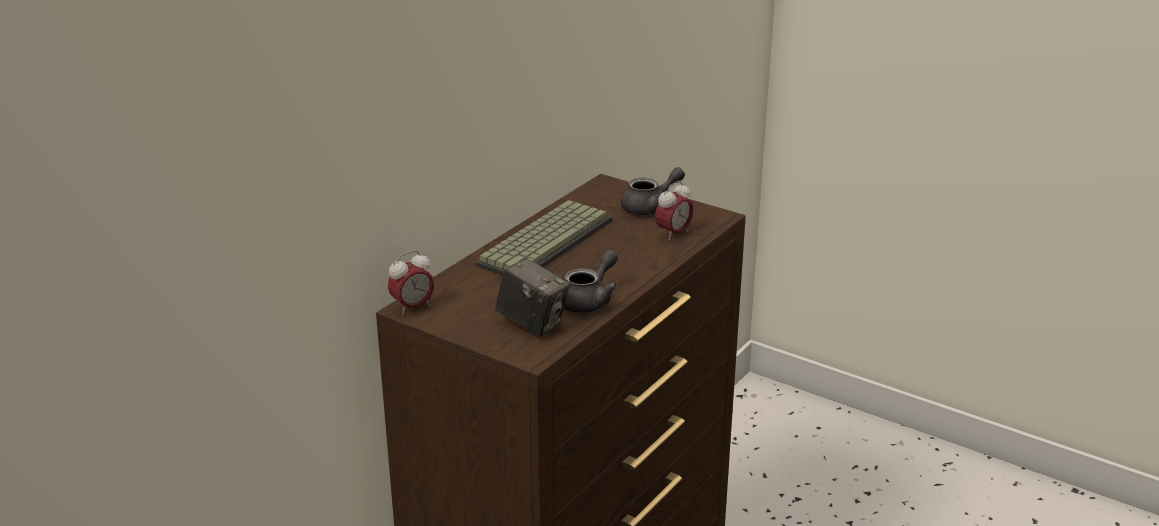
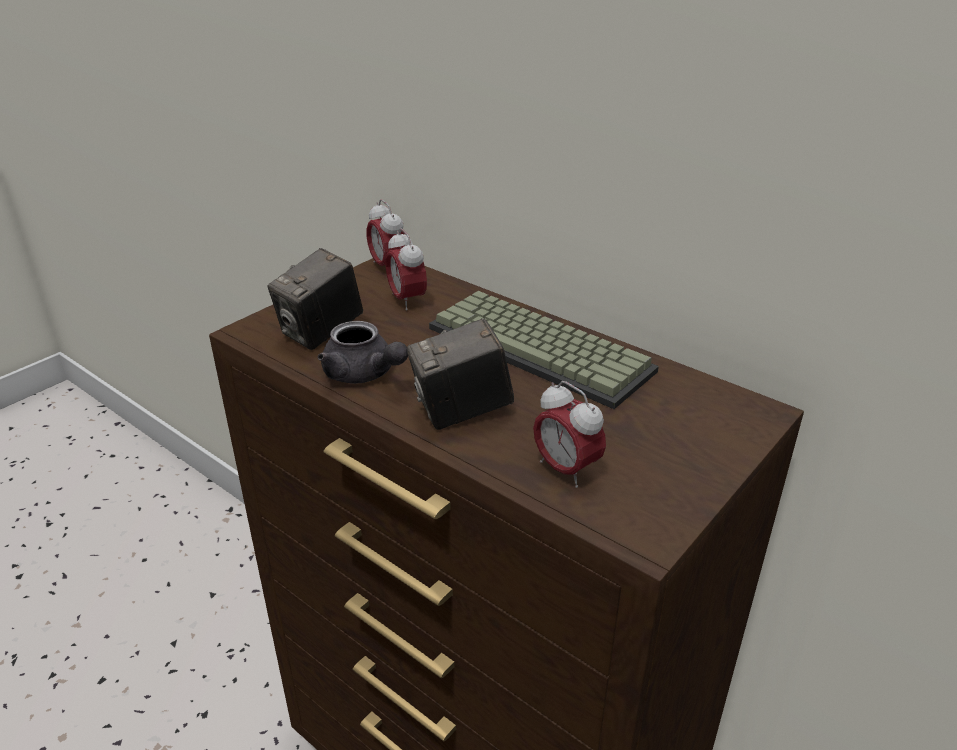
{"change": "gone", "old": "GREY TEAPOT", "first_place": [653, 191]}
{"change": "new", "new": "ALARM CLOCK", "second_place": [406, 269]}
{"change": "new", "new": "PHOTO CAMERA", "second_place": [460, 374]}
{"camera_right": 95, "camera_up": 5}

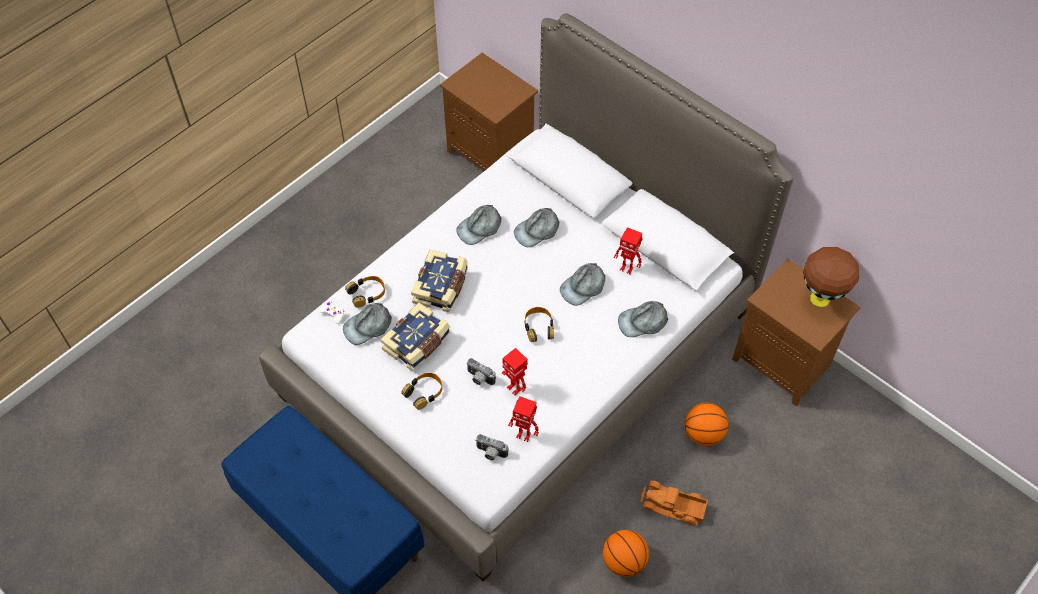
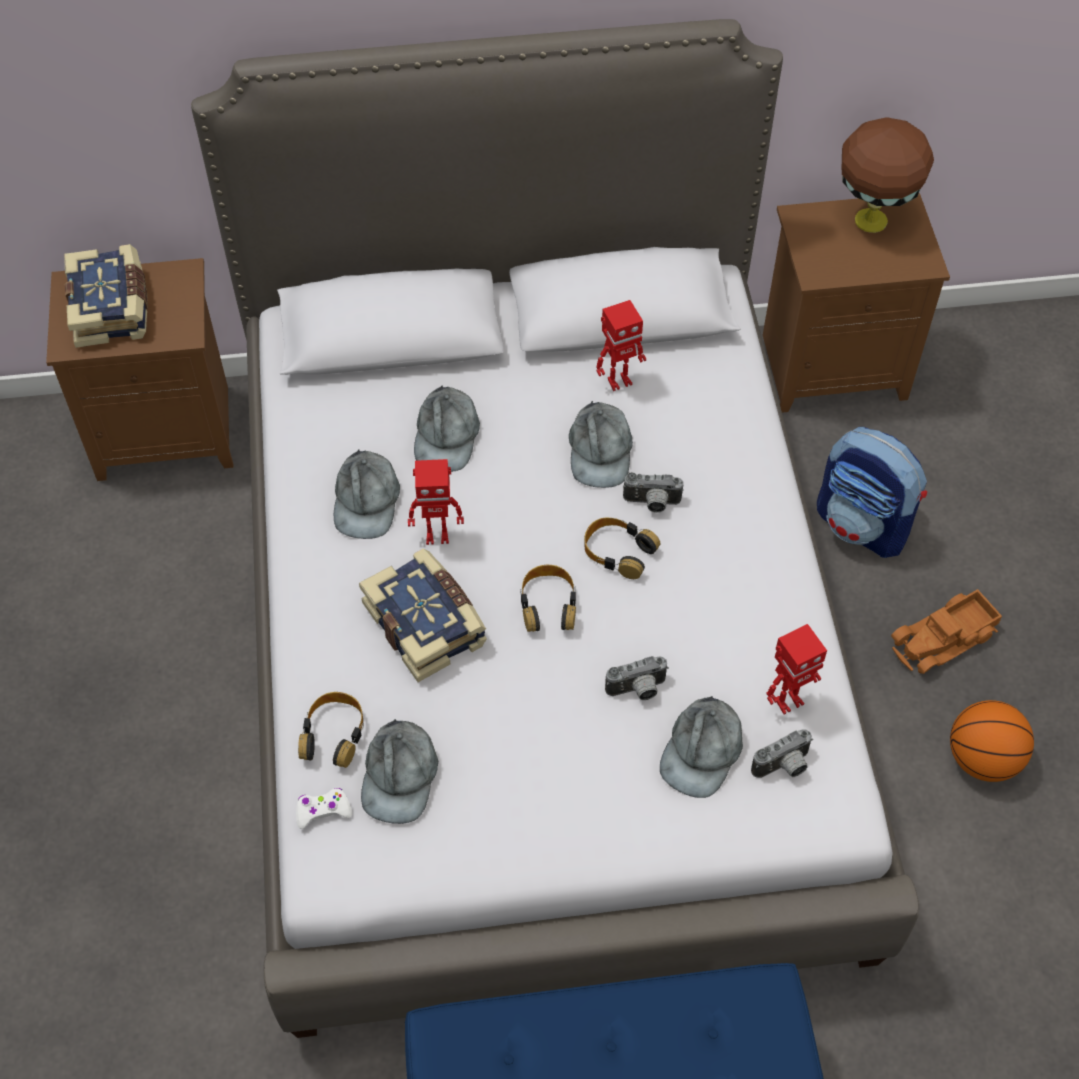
{"change": "shifted", "old": "BOOK", "first_place": [415, 336], "second_place": [106, 296]}
{"change": "shifted", "old": "HEADPHONES", "first_place": [421, 391], "second_place": [548, 598]}
{"change": "shifted", "old": "TOY ROBOT", "first_place": [515, 371], "second_place": [436, 502]}
{"change": "shifted", "old": "GREY CAP", "first_place": [643, 319], "second_place": [701, 747]}
{"change": "swapped", "old": "BASKETBALL", "new": "BACKPACK", "first_place": [706, 424], "second_place": [872, 492]}
{"change": "new", "new": "PHOTO CAMERA", "second_place": [653, 492]}
{"camera_right": -50, "camera_up": 0}

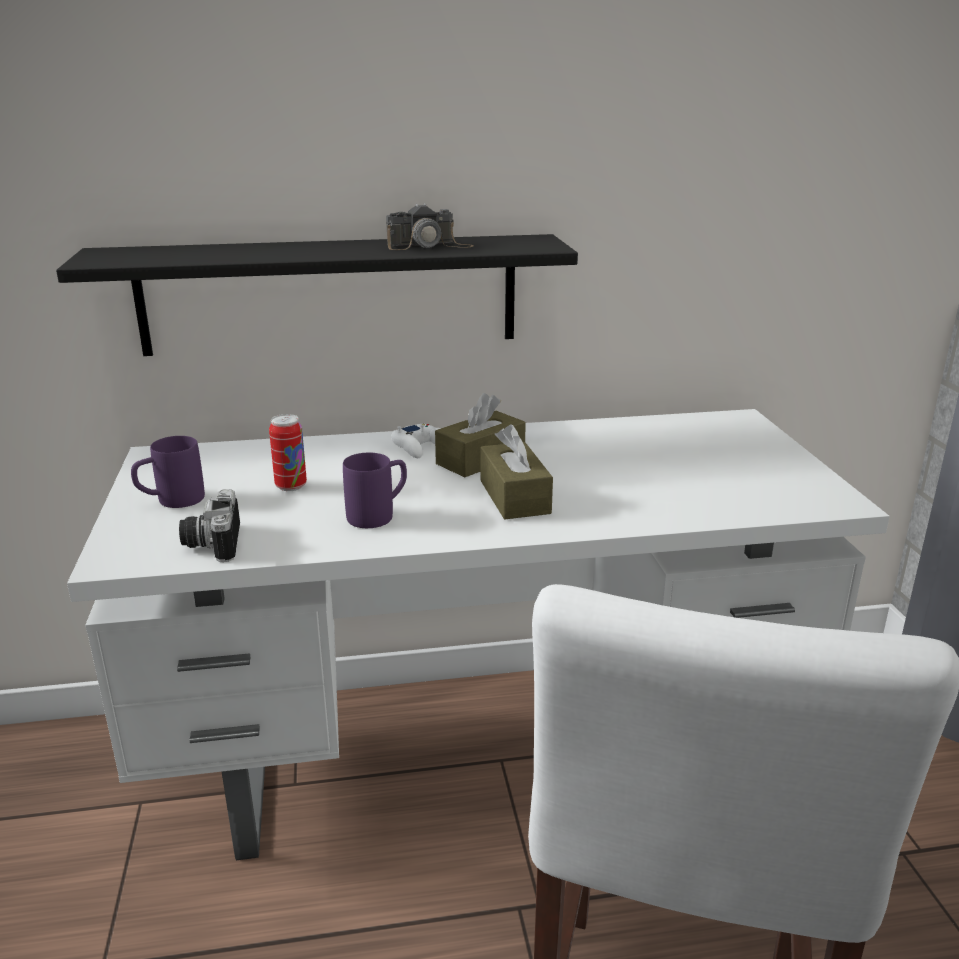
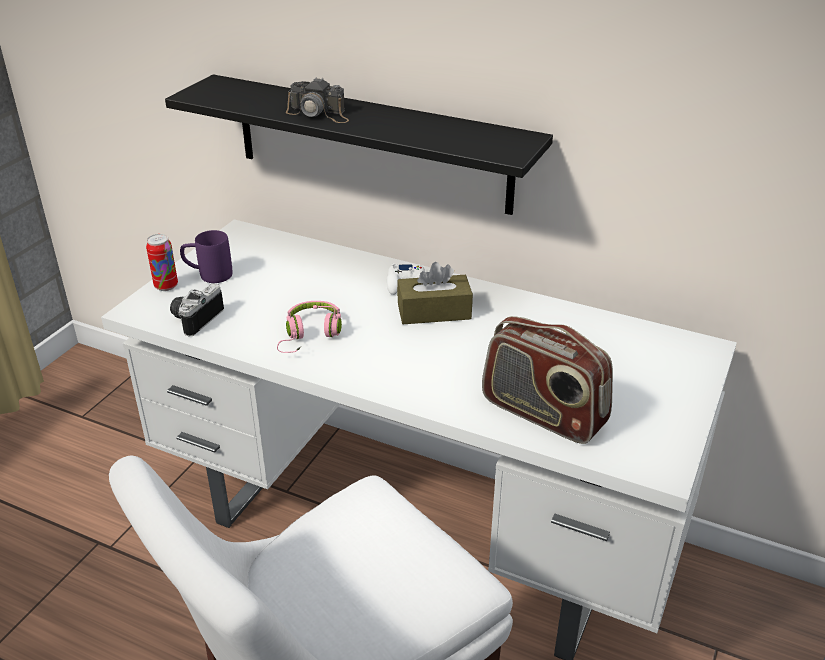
{"change": "shifted", "old": "CAN", "first_place": [288, 452], "second_place": [162, 262]}
{"change": "swapped", "old": "PURPLE MUG", "new": "PINK HEADPHONES", "first_place": [375, 490], "second_place": [309, 327]}
{"change": "shifted", "old": "PHOTO CAMERA", "first_place": [429, 226], "second_place": [317, 100]}
{"change": "gone", "old": "BROWN TISSUE BOX", "first_place": [517, 471]}
{"change": "new", "new": "RADIO", "second_place": [547, 380]}
{"camera_right": 35, "camera_up": 10}

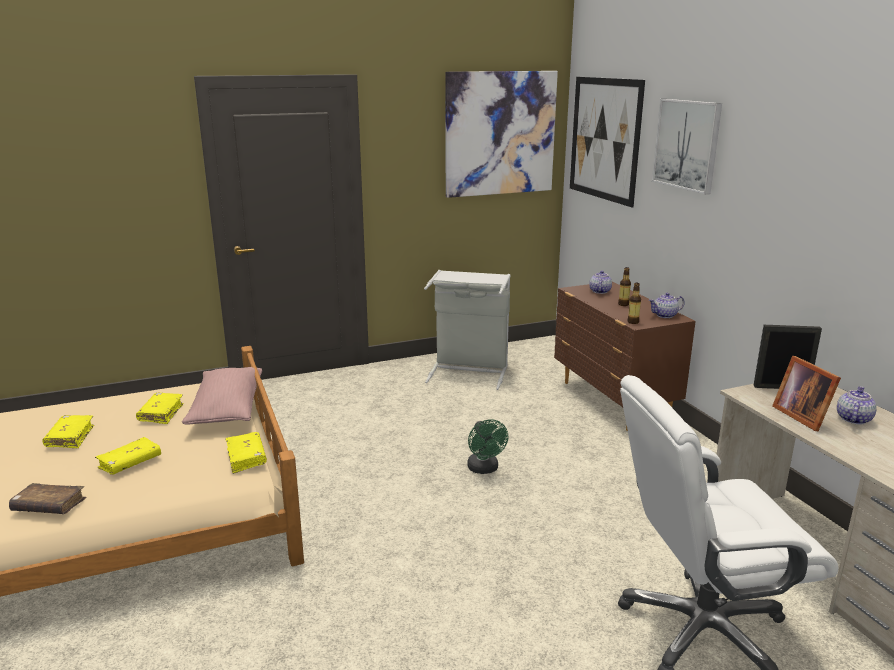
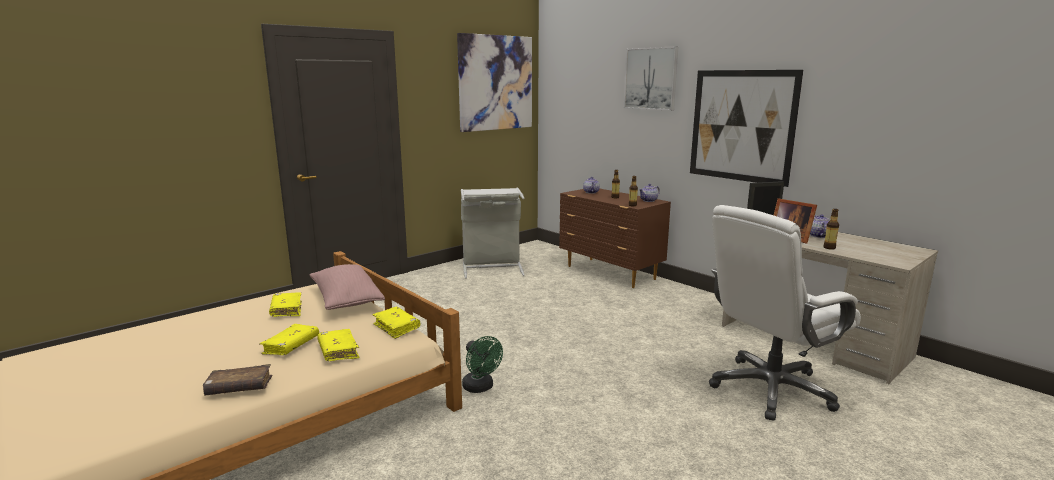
{"change": "shifted", "old": "YELLOW BOOK", "first_place": [68, 431], "second_place": [338, 345]}
{"change": "shifted", "old": "GREEN FAN", "first_place": [487, 446], "second_place": [482, 364]}
{"change": "shifted", "old": "PICTURE", "first_place": [607, 142], "second_place": [746, 128]}
{"change": "new", "new": "BOTTLE", "second_place": [831, 229]}
{"camera_right": -20, "camera_up": -5}

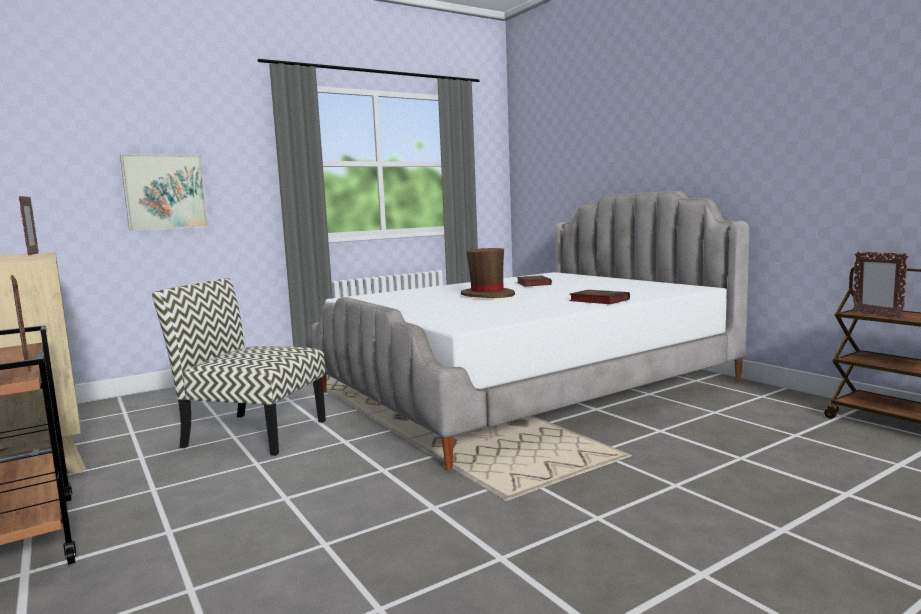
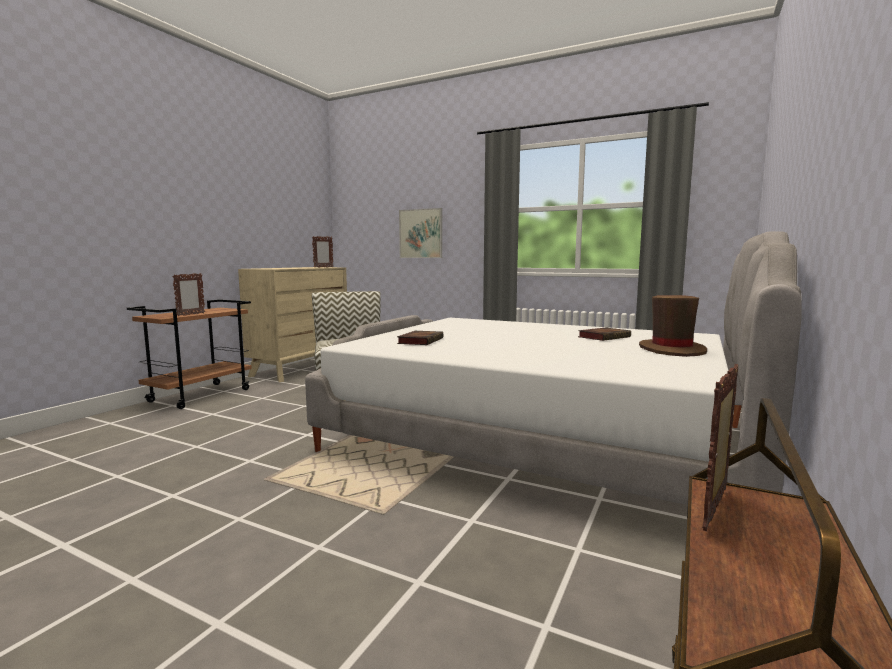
{"change": "shifted", "old": "BROWN HAT", "first_place": [488, 273], "second_place": [673, 326]}
{"change": "shifted", "old": "BOOK", "first_place": [599, 297], "second_place": [420, 338]}
{"camera_right": 60, "camera_up": 0}

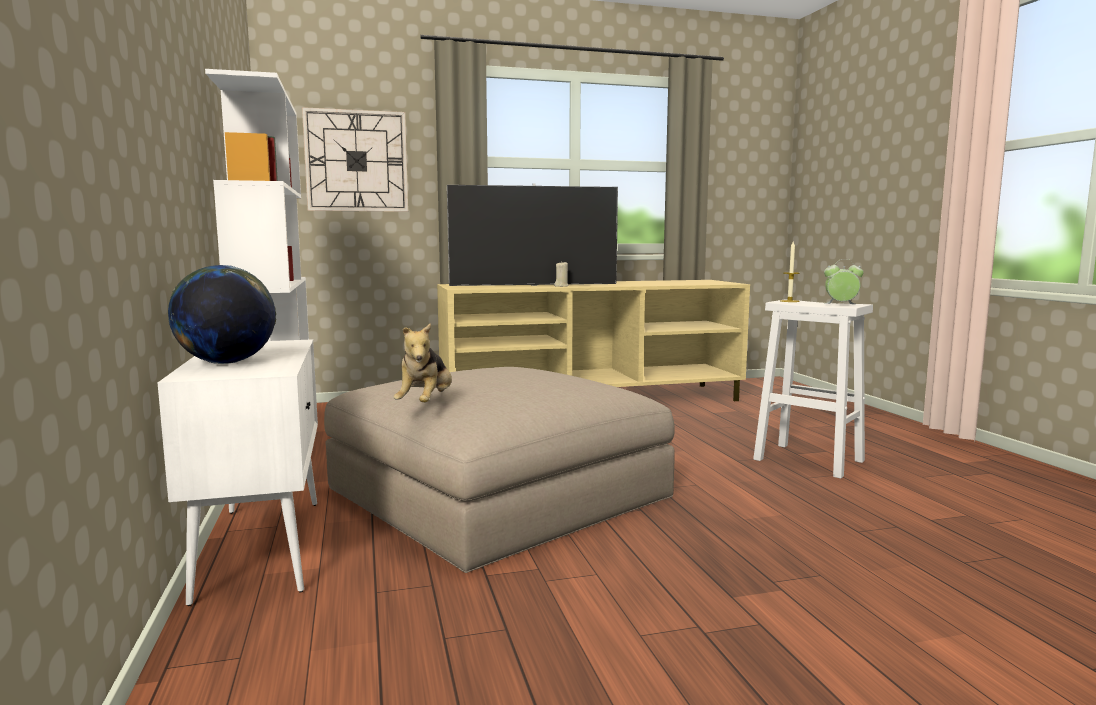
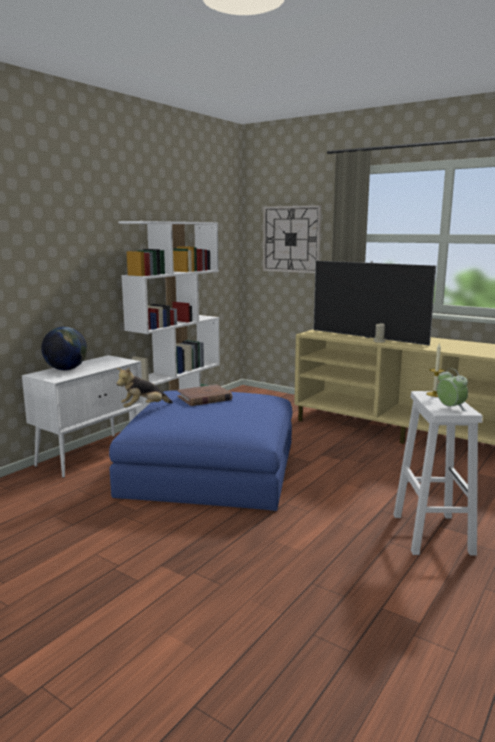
{"change": "repainted", "old": "BEIGE OTTOMAN", "new": "BLUE OTTOMAN", "first_place": [499, 470], "second_place": [200, 450]}
{"change": "new", "new": "BROWN BOOK", "second_place": [204, 395]}
{"camera_right": 50, "camera_up": 5}

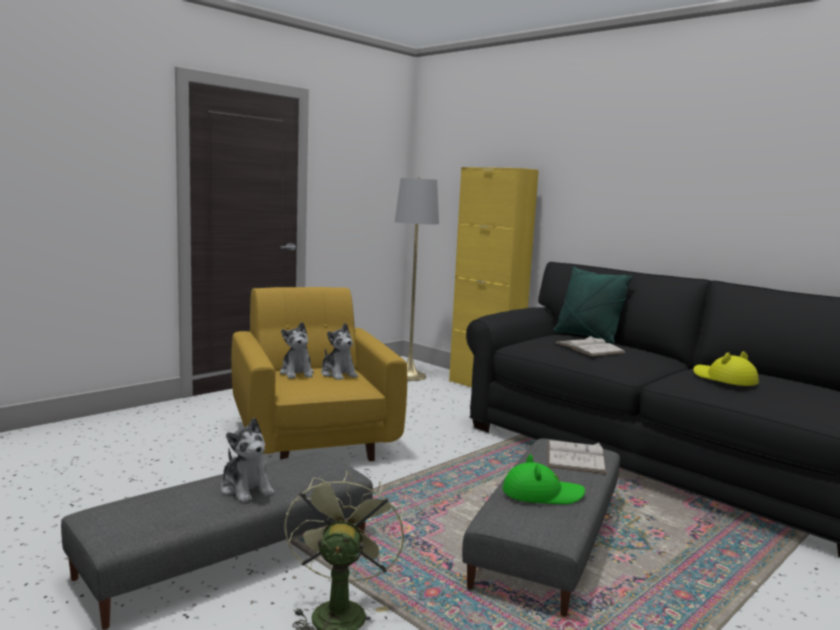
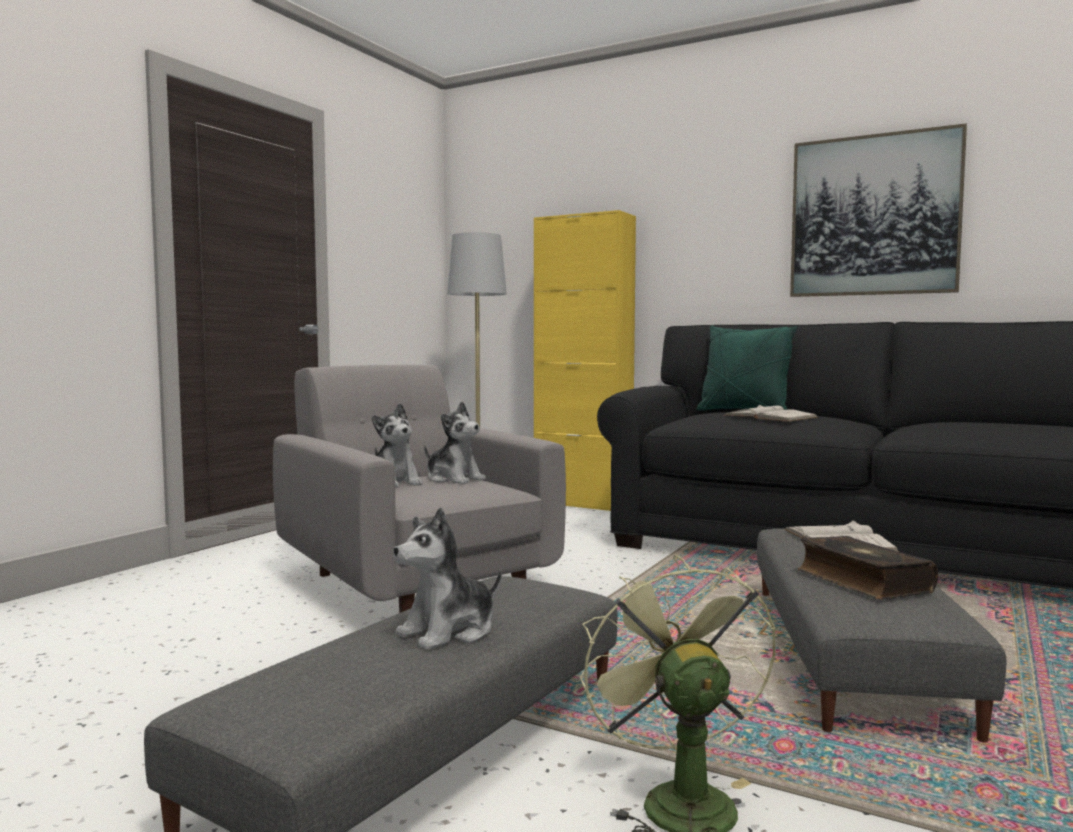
{"change": "rotated", "old": "PLUSH TOY", "first_place": [247, 460], "second_place": [447, 578], "degrees": 105}
{"change": "repainted", "old": "YELLOW ARMCHAIR", "new": "GREY ARMCHAIR", "first_place": [319, 374], "second_place": [419, 489]}
{"change": "swapped", "old": "GREEN HAT", "new": "BOOK", "first_place": [544, 479], "second_place": [868, 568]}
{"change": "gone", "old": "YELLOW HAT", "first_place": [726, 368]}
{"change": "new", "new": "PICTURE", "second_place": [878, 210]}
{"camera_right": -15, "camera_up": -5}

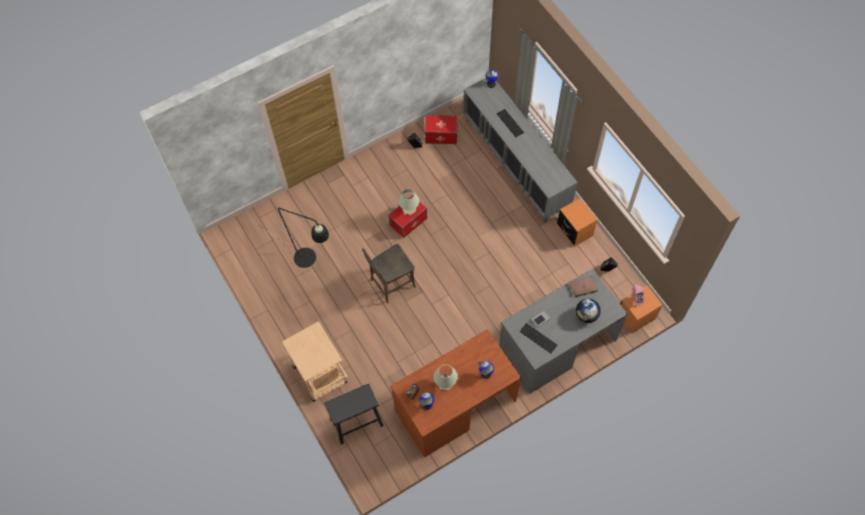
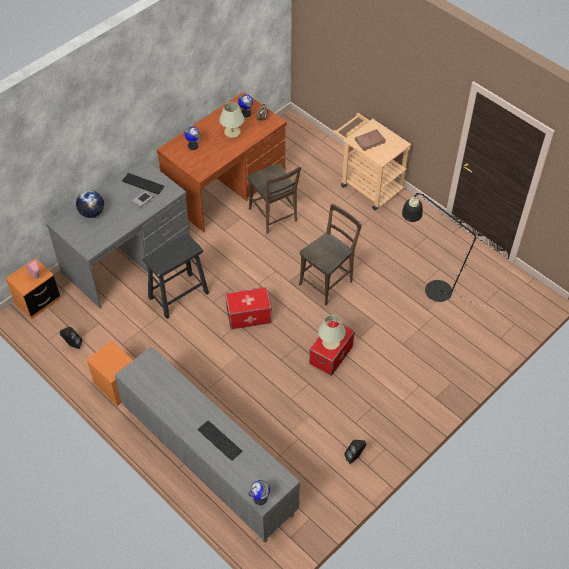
{"change": "shifted", "old": "BLACK STOOL", "first_place": [354, 414], "second_place": [176, 276]}
{"change": "shifted", "old": "STORAGE BOX", "first_place": [441, 129], "second_place": [248, 308]}
{"change": "shifted", "old": "BROWN BOOK", "first_place": [583, 286], "second_place": [370, 140]}
{"change": "new", "new": "BROWN CHAIR", "second_place": [274, 198]}
{"camera_right": 165, "camera_up": -10}

